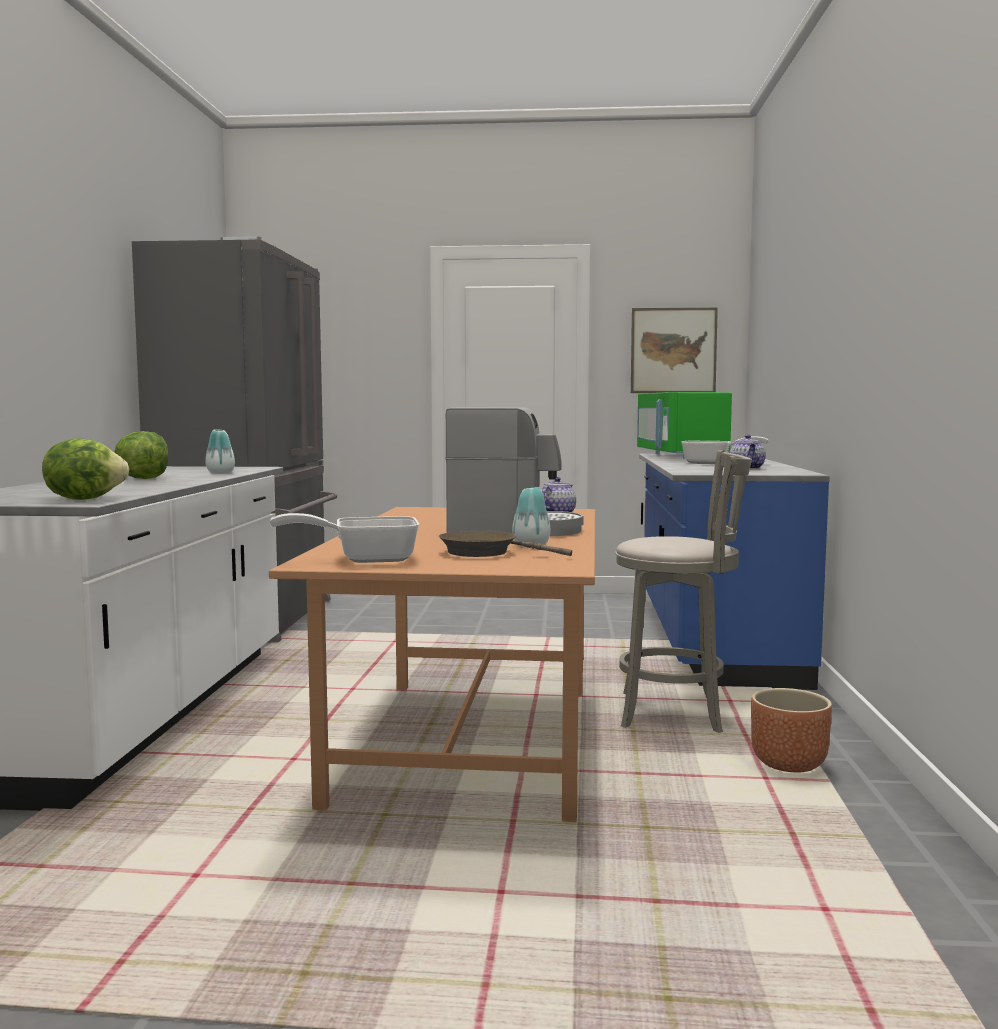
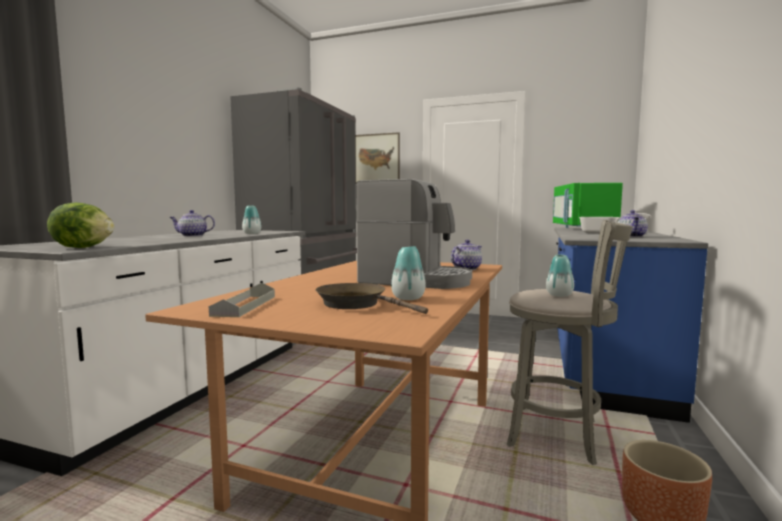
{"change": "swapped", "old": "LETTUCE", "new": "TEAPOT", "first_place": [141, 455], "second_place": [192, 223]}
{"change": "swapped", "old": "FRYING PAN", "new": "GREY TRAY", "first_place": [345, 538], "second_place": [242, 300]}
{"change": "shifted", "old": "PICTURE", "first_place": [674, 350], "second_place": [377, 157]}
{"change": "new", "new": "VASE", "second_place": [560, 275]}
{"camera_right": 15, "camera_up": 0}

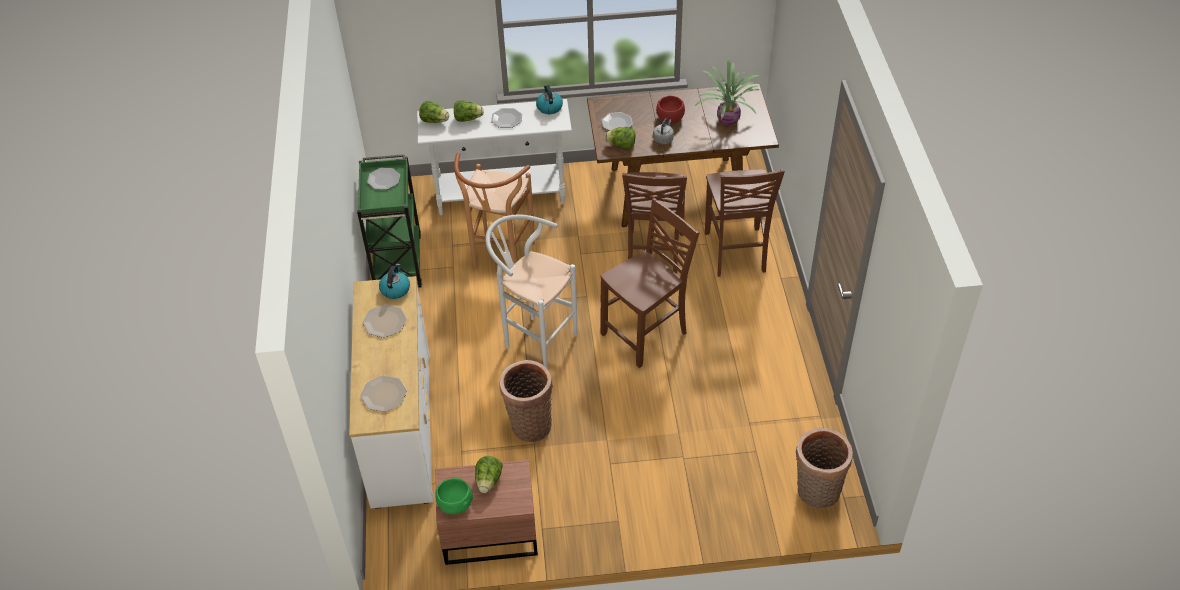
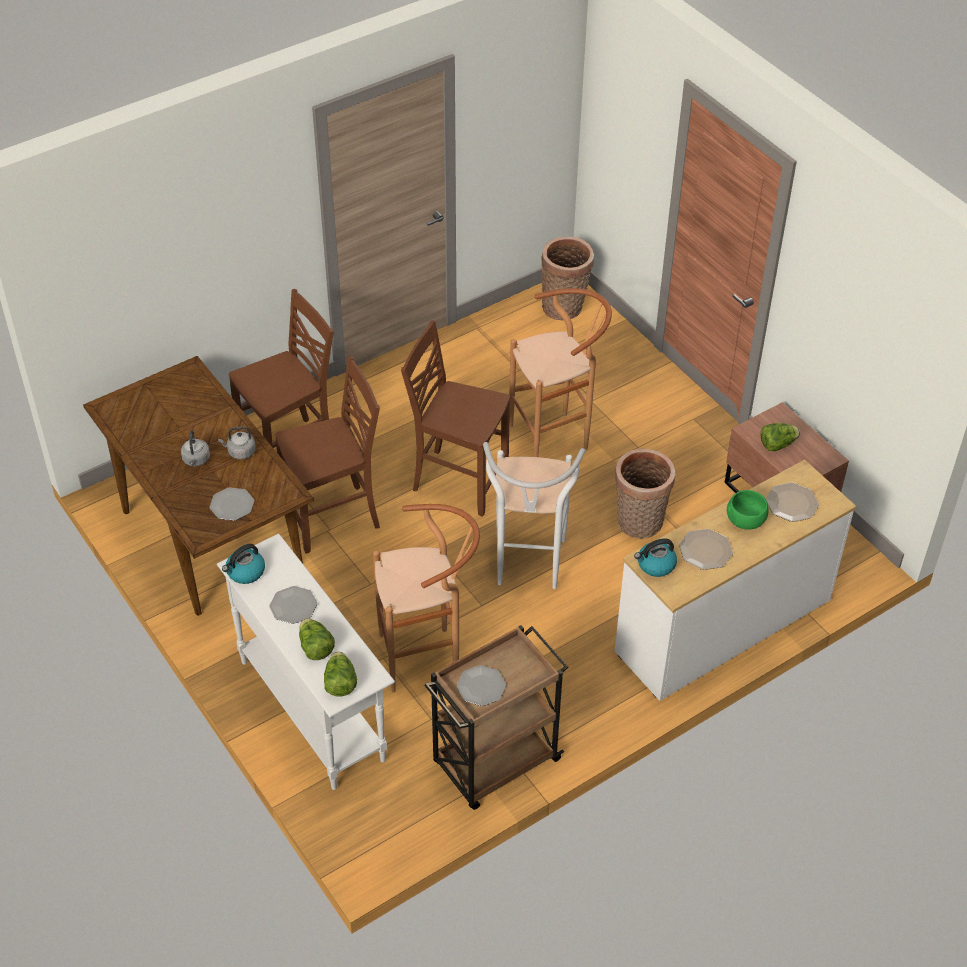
{"change": "repainted", "old": "GREEN CART", "new": "BROWN CART", "first_place": [389, 221], "second_place": [496, 717]}
{"change": "shifted", "old": "GREEN BOWL", "first_place": [454, 496], "second_place": [748, 510]}
{"change": "gone", "old": "LETTUCE", "first_place": [620, 138]}
{"change": "swapped", "old": "RED BOWL", "new": "GREY KETTLE", "first_place": [670, 109], "second_place": [195, 448]}
{"change": "gone", "old": "POTTED PLANT", "first_place": [727, 91]}
{"change": "new", "new": "BROWN STOOL", "second_place": [560, 372]}
{"camera_right": -120, "camera_up": 0}

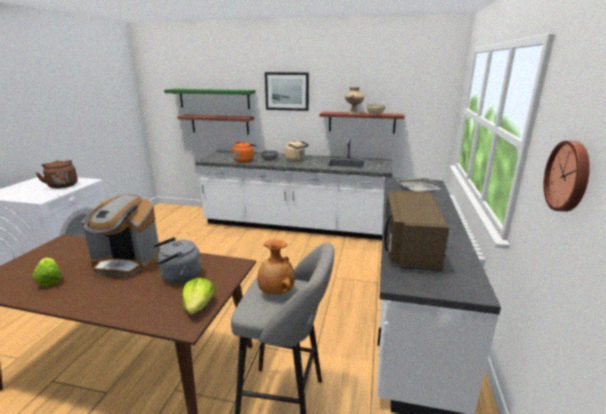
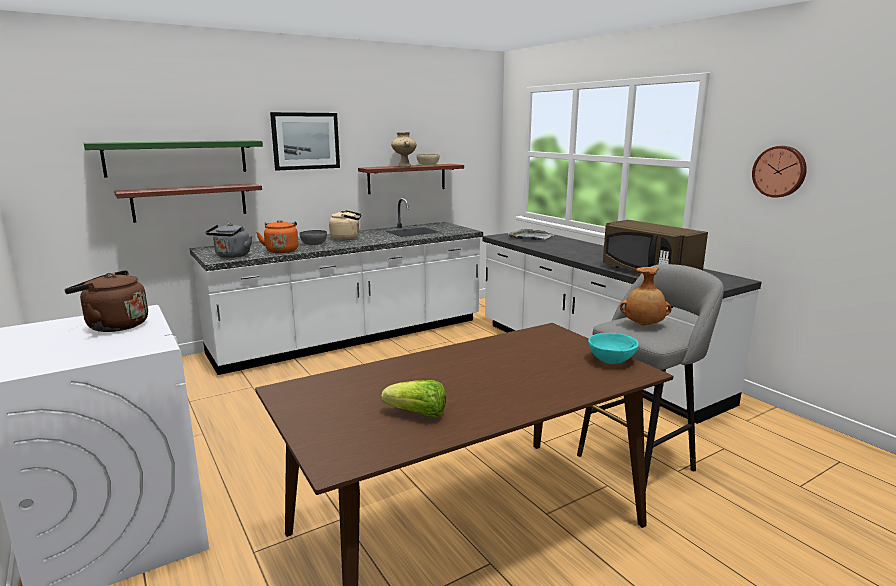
{"change": "gone", "old": "COFFEE MACHINE", "first_place": [120, 235]}
{"change": "shifted", "old": "GREY KETTLE", "first_place": [176, 260], "second_place": [228, 240]}
{"change": "swapped", "old": "LETTUCE", "new": "TURQUOISE BOWL", "first_place": [198, 296], "second_place": [613, 348]}
{"camera_right": -45, "camera_up": -5}

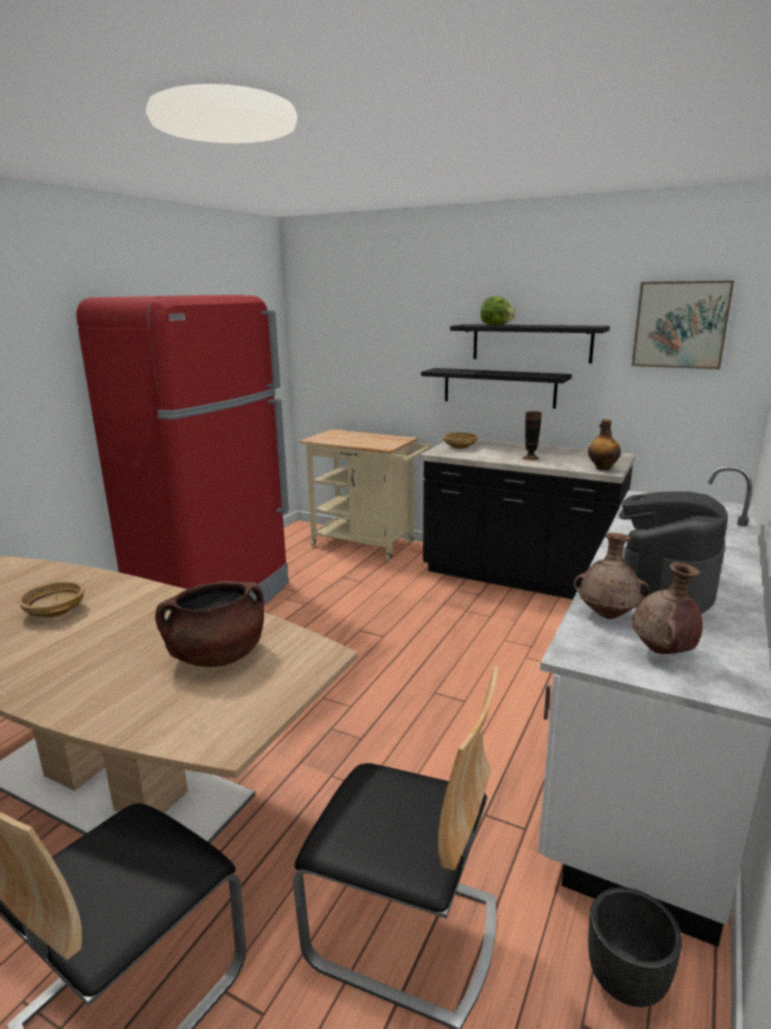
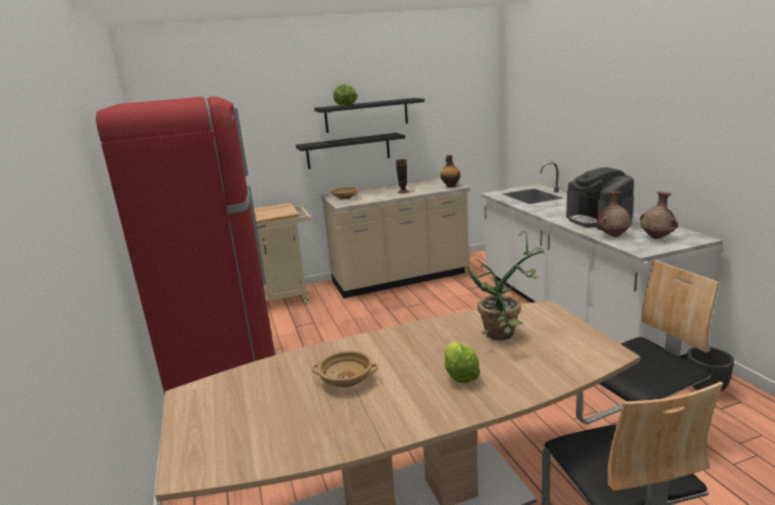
{"change": "swapped", "old": "BROWN COOKING POT", "new": "POTTED PLANT", "first_place": [209, 624], "second_place": [504, 286]}
{"change": "repainted", "old": "BLACK COUNTER", "new": "BEIGE COUNTER", "first_place": [528, 519], "second_place": [395, 237]}
{"change": "gone", "old": "PICTURE", "first_place": [683, 324]}
{"change": "new", "new": "LETTUCE", "second_place": [462, 362]}
{"camera_right": -45, "camera_up": 0}

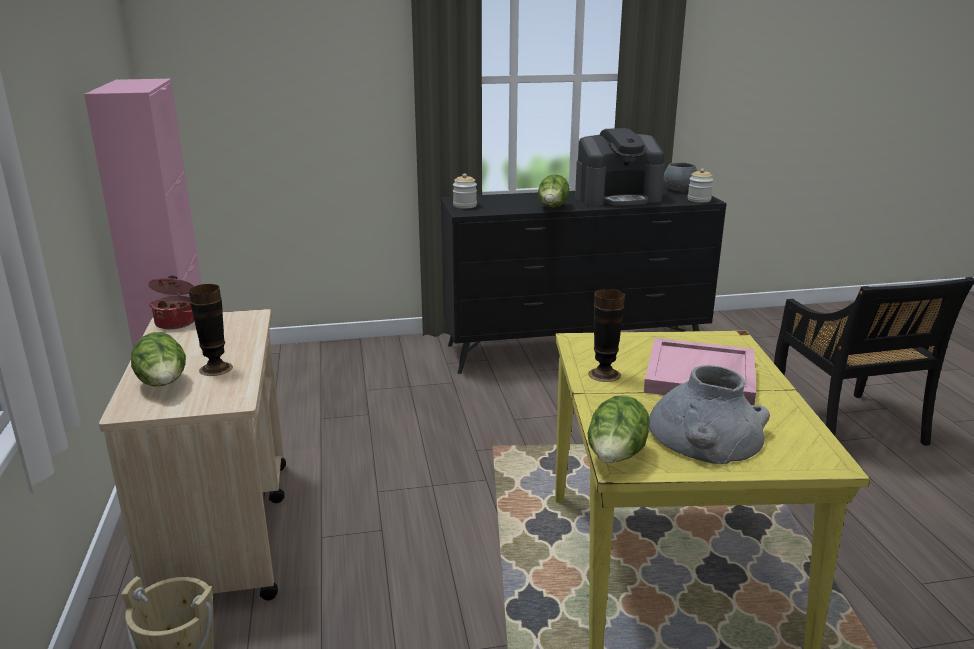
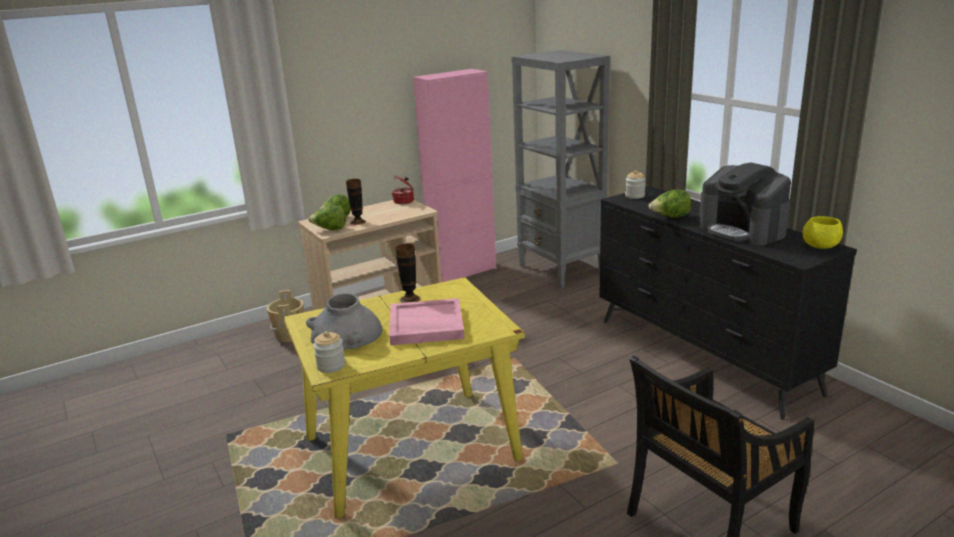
{"change": "shifted", "old": "LETTUCE", "first_place": [619, 429], "second_place": [327, 217]}
{"change": "repainted", "old": "GREY BOWL", "new": "YELLOW BOWL", "first_place": [680, 176], "second_place": [823, 232]}
{"change": "shifted", "old": "JAR", "first_place": [701, 185], "second_place": [329, 352]}
{"change": "new", "new": "GREY BOOKCASE", "second_place": [560, 169]}
{"camera_right": 70, "camera_up": 0}

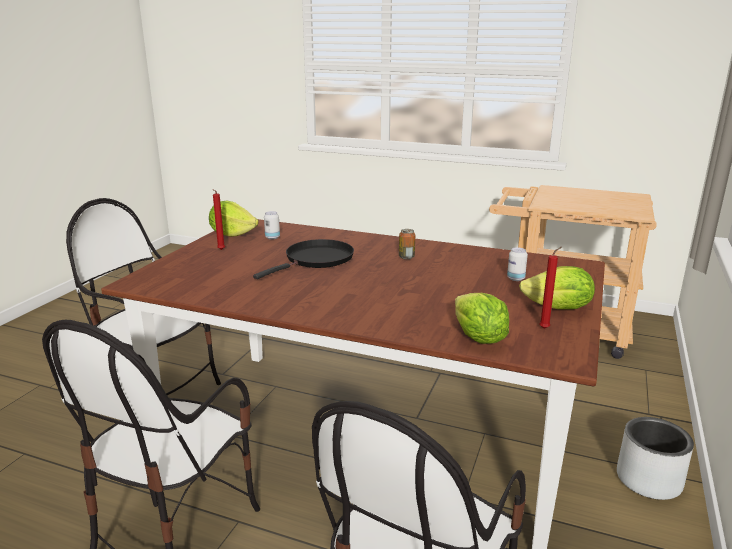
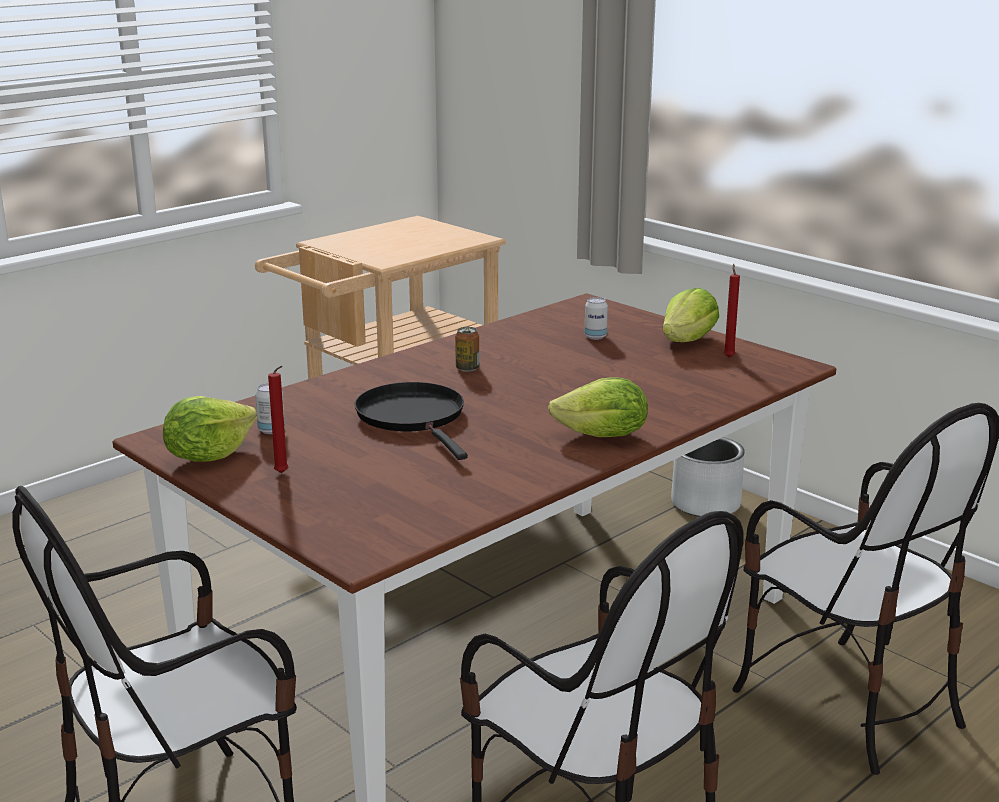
{"change": "shifted", "old": "LETTUCE", "first_place": [482, 318], "second_place": [598, 407]}
{"camera_right": -65, "camera_up": 0}

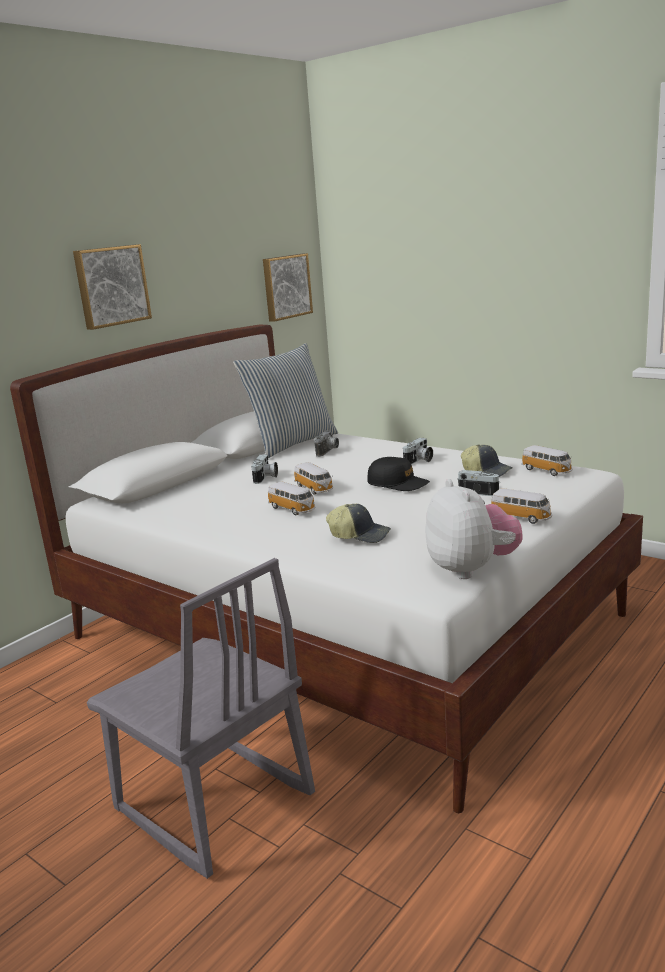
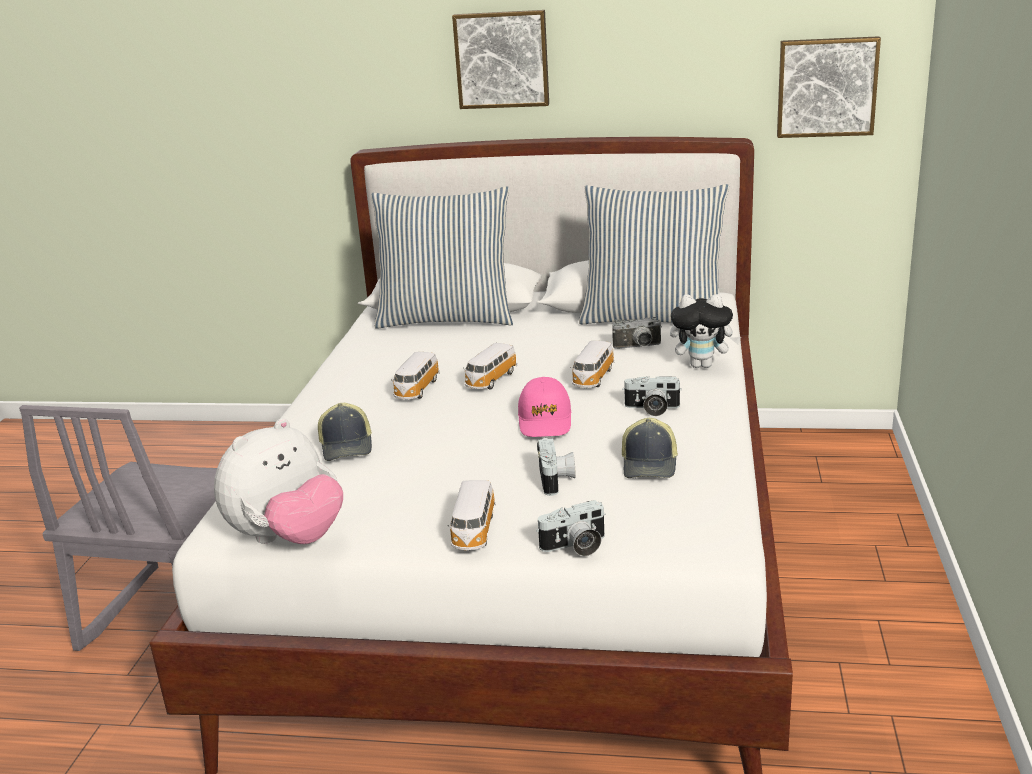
{"change": "shifted", "old": "PHOTO CAMERA", "first_place": [264, 469], "second_place": [570, 528]}
{"change": "repainted", "old": "BLACK CAP", "new": "PINK CAP", "first_place": [398, 474], "second_place": [544, 407]}
{"change": "shifted", "old": "TOY CAR", "first_place": [547, 460], "second_place": [592, 364]}
{"change": "new", "new": "PILLOW", "second_place": [442, 257]}
{"change": "new", "new": "PLUSH TOY", "second_place": [705, 331]}
{"camera_right": 60, "camera_up": 5}

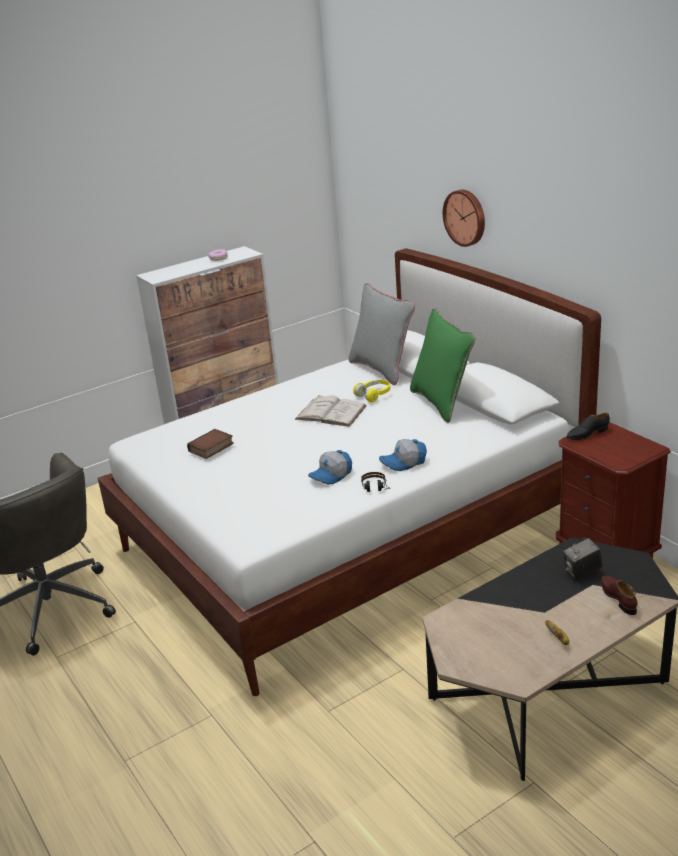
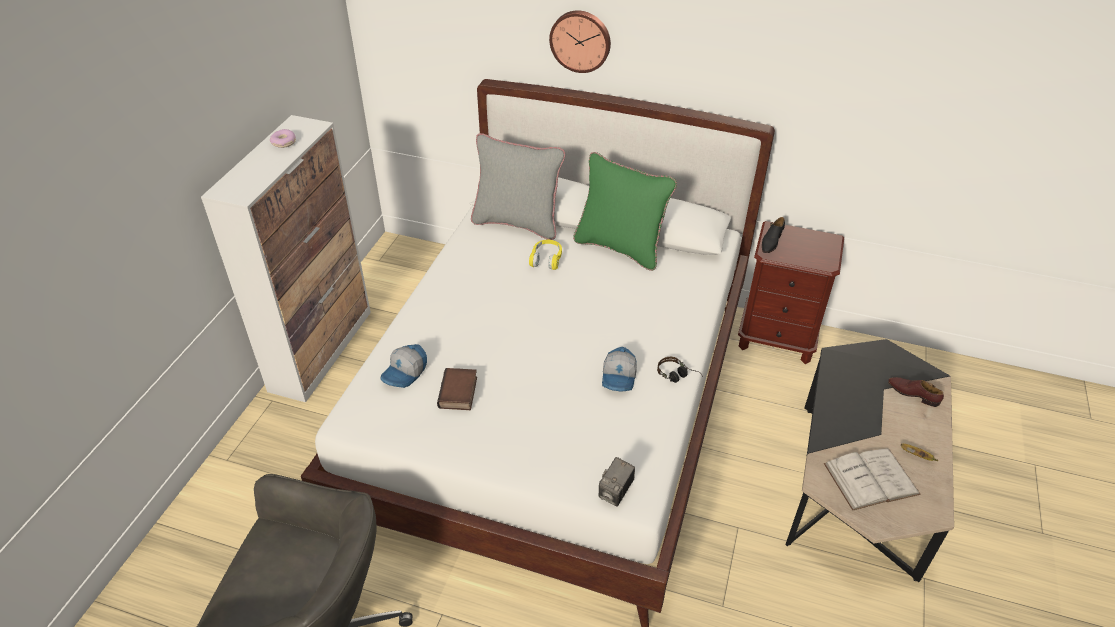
{"change": "shifted", "old": "WHITE BOOK", "first_place": [331, 411], "second_place": [872, 479]}
{"change": "shifted", "old": "CAP", "first_place": [403, 455], "second_place": [403, 366]}
{"change": "shifted", "old": "PHOTO CAMERA", "first_place": [582, 559], "second_place": [617, 482]}
{"camera_right": -40, "camera_up": 15}

